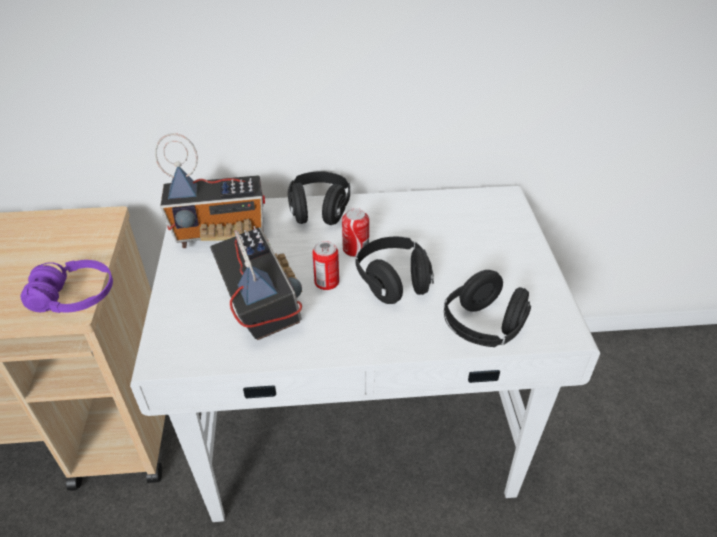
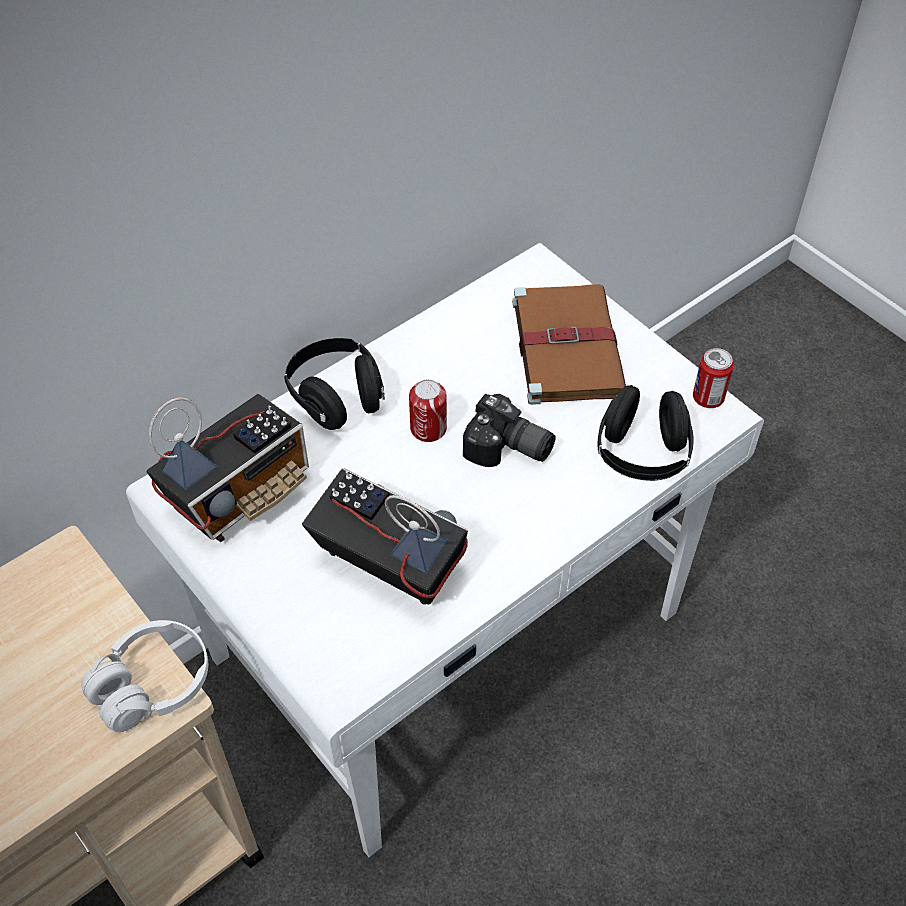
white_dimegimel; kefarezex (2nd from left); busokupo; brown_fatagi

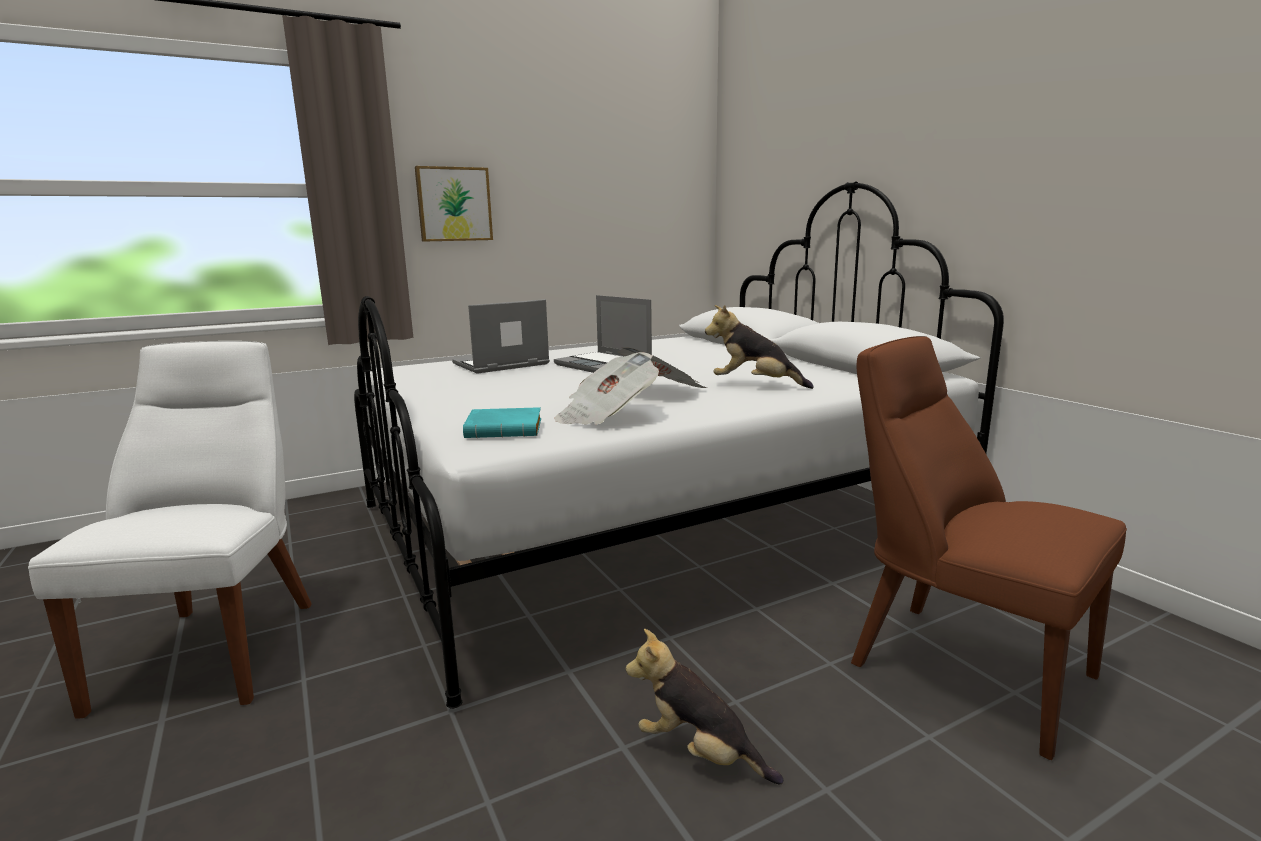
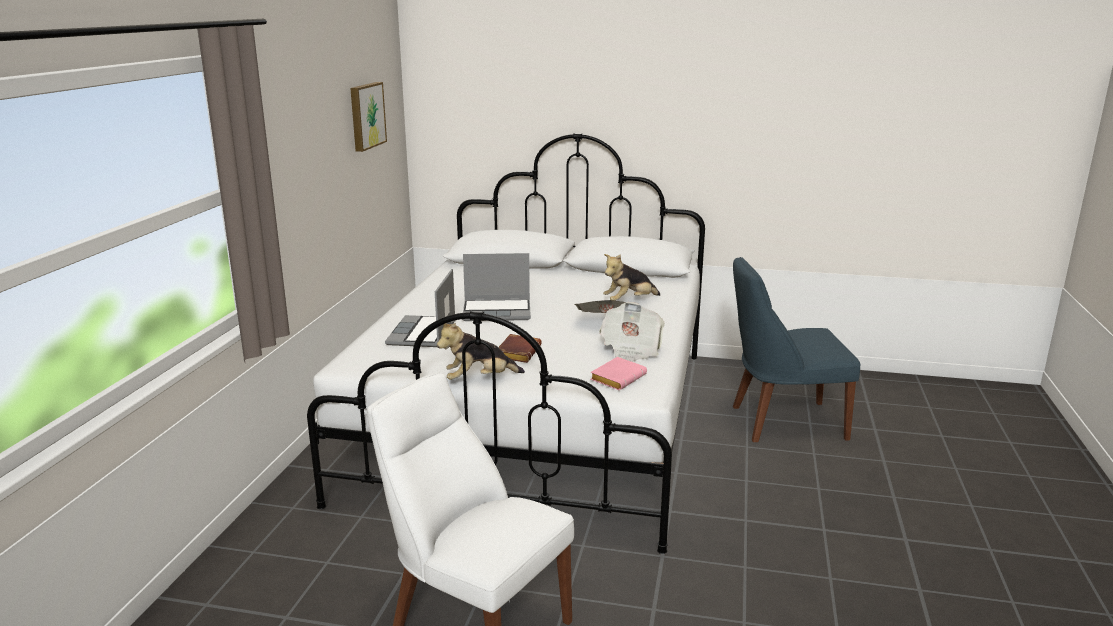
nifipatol; pink_fatagi; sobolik (1st from left); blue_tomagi; brown_fatagi

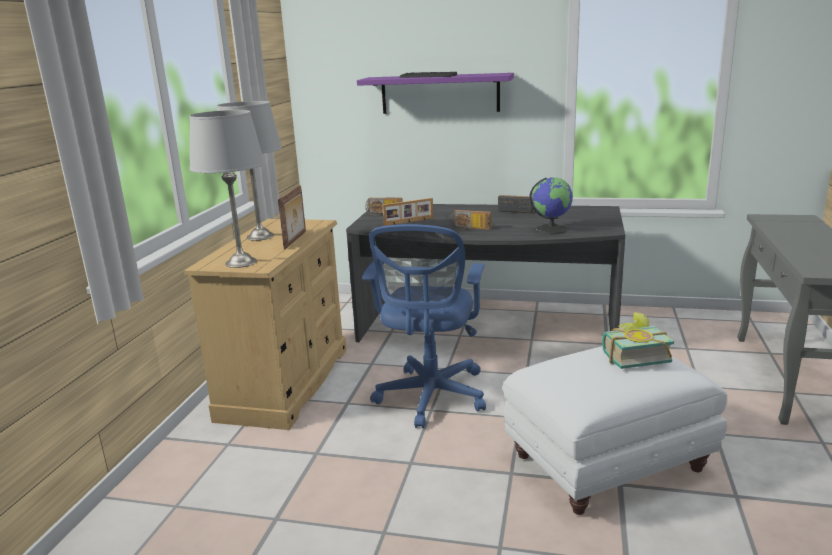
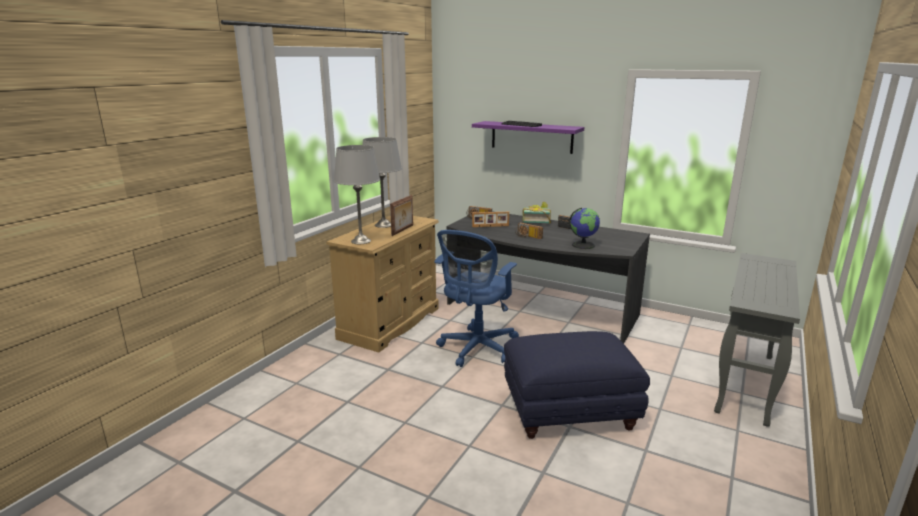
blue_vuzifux; fatagi

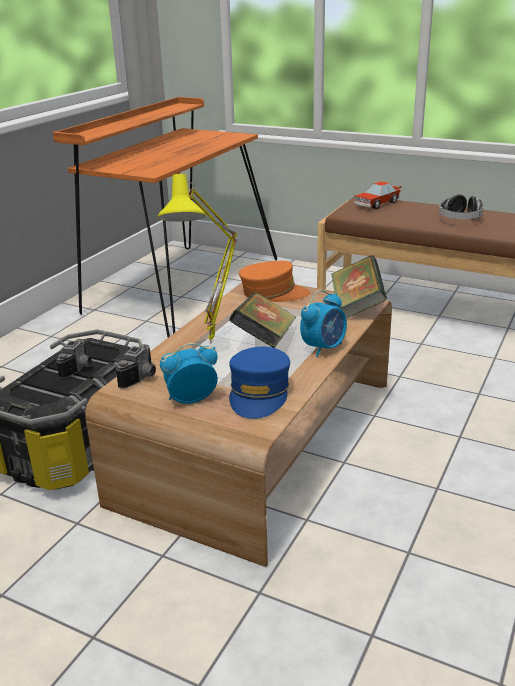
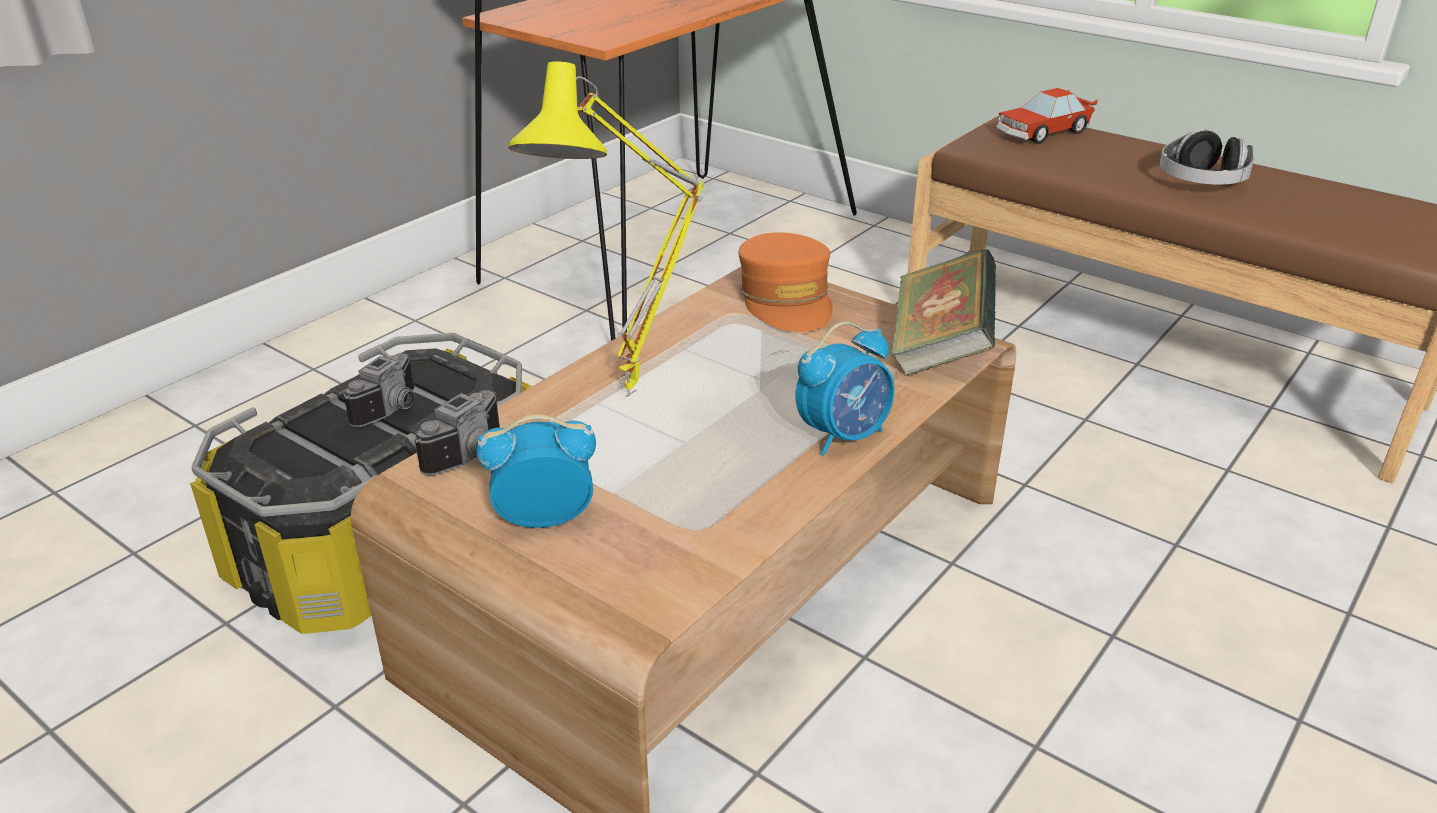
fatagi (1st from left in the first image); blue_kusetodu; orange_kusetodu

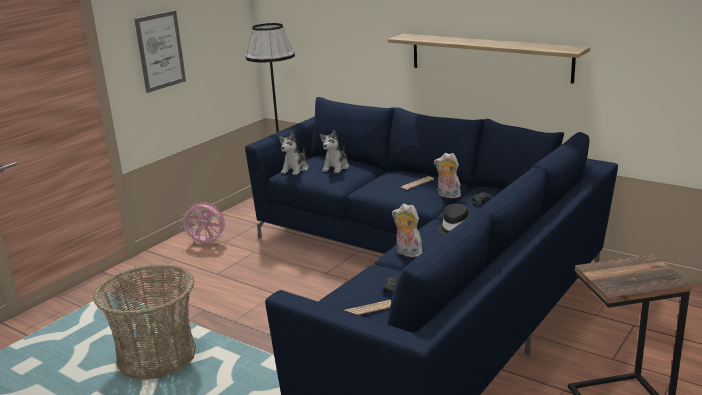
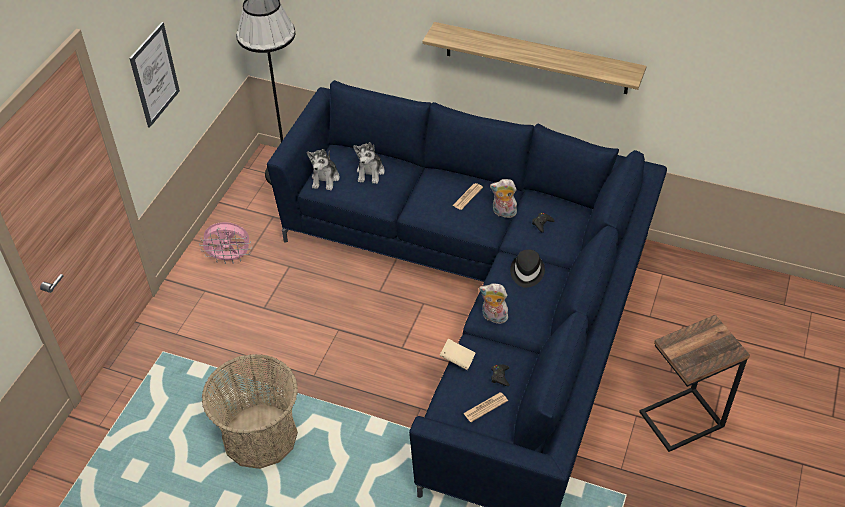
beige_fatagi

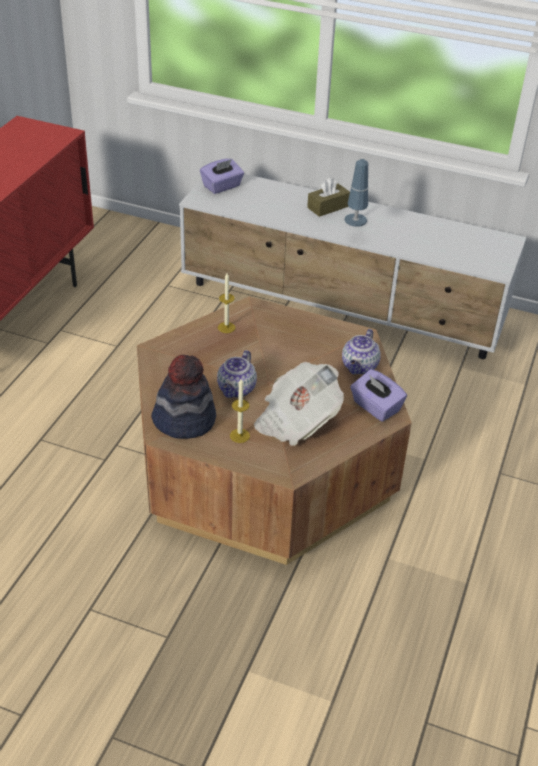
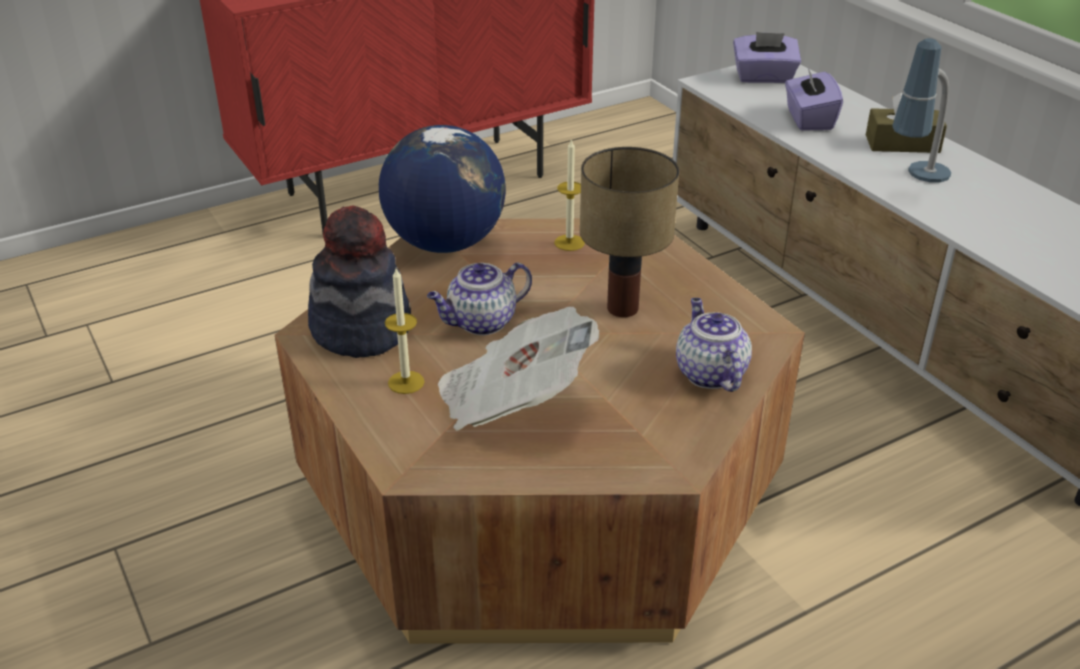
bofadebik (2nd from left); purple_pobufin (2nd from left); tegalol; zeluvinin (1st from left)

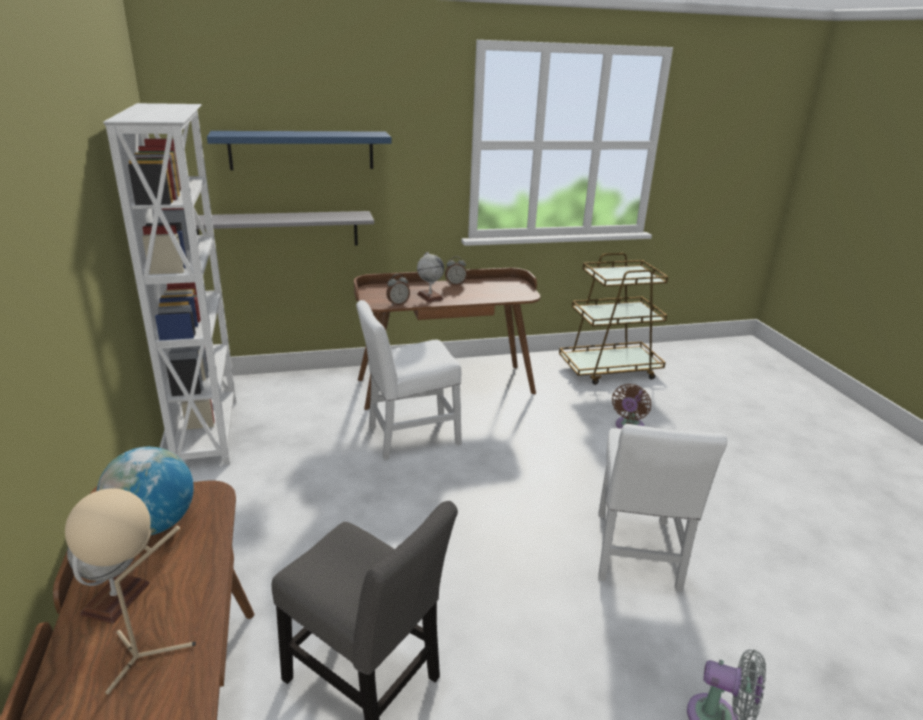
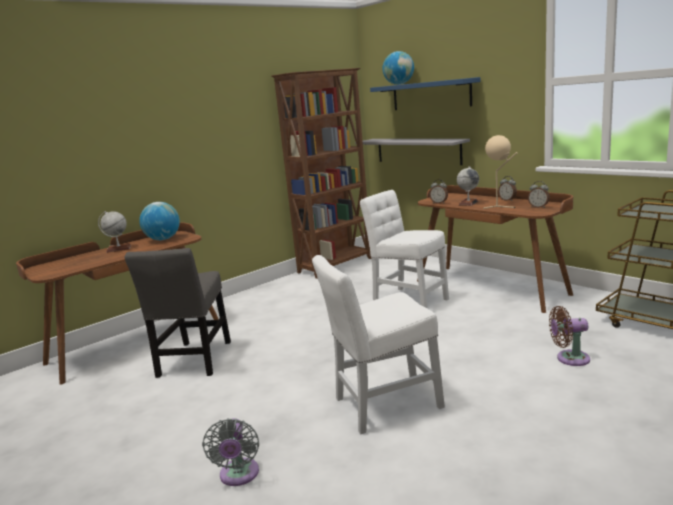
beige_zeluvinin; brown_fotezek; tegalol (3rd from left); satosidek (3rd from left)

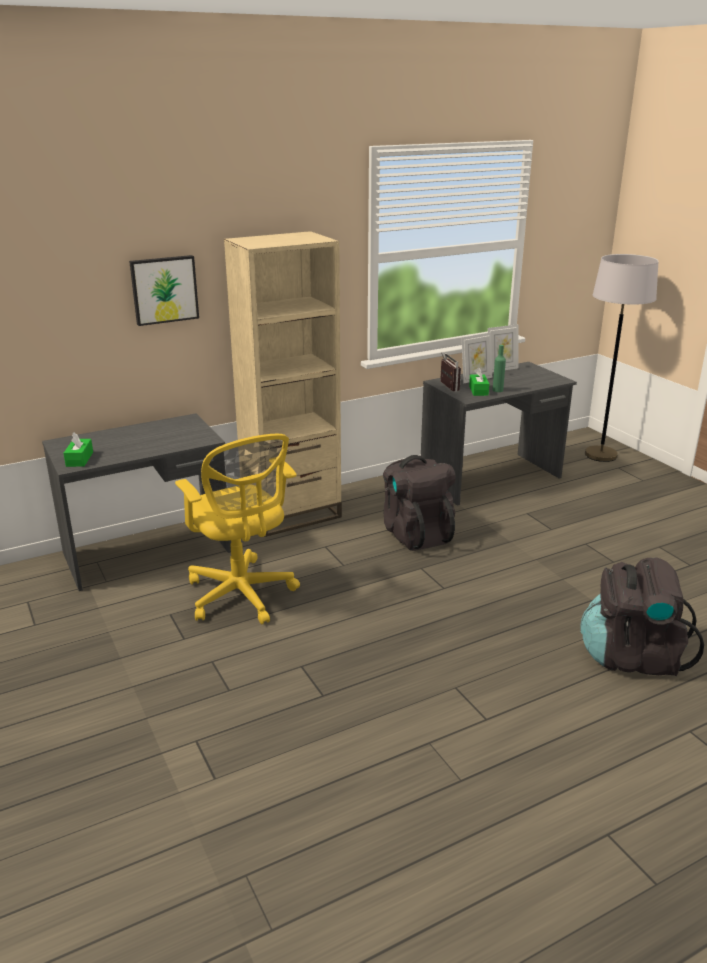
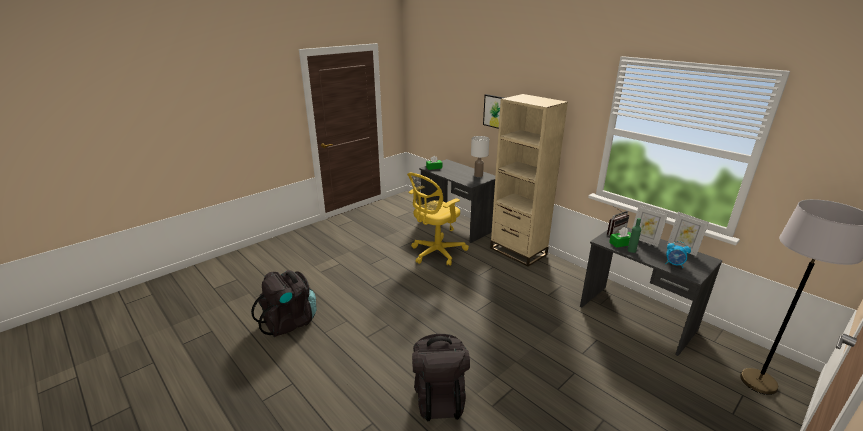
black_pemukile (1st from left); white_zeluvinin; satosidek

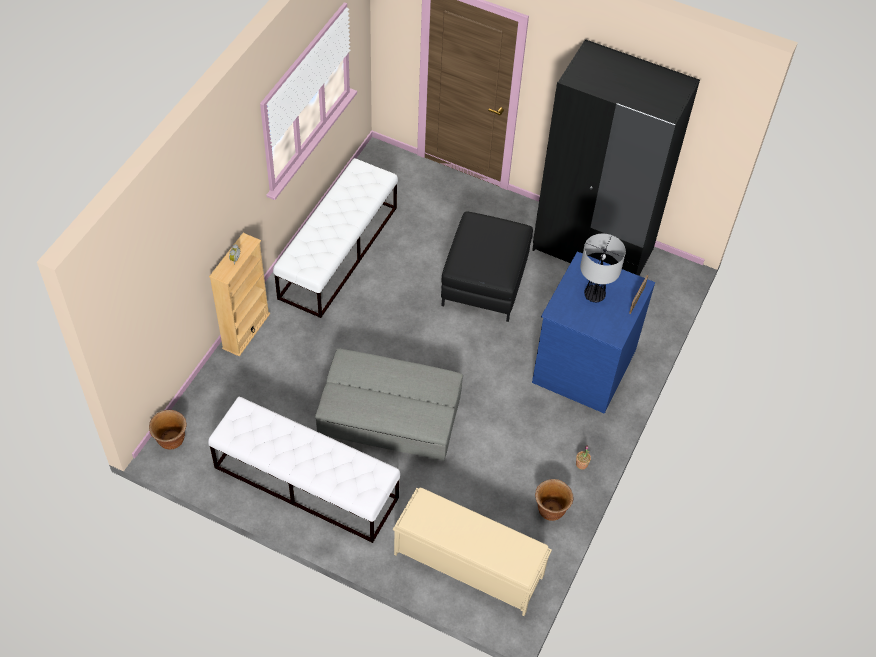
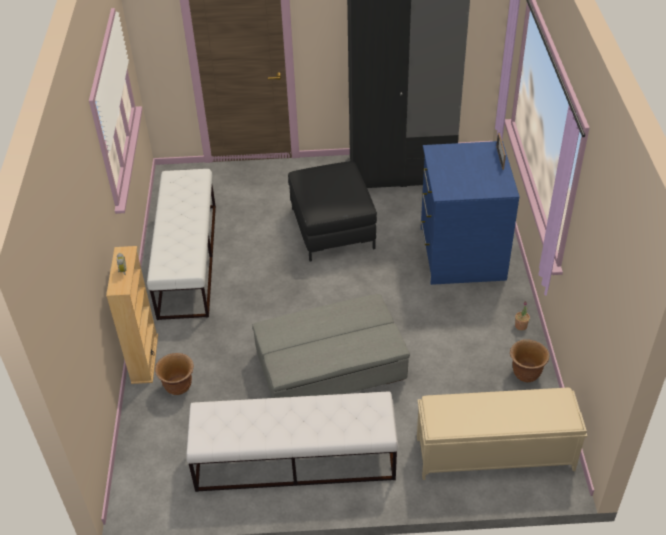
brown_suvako (1st from left); zeluvinin

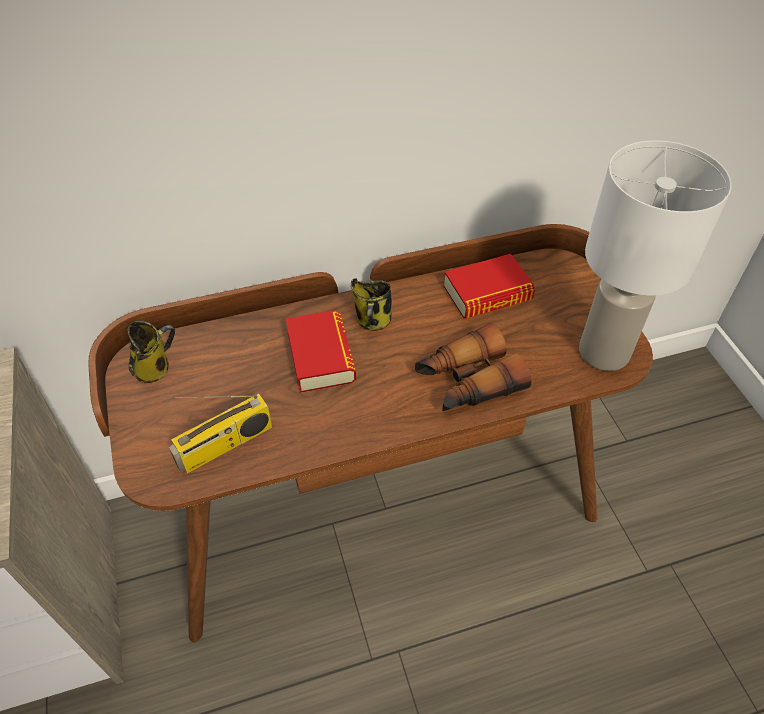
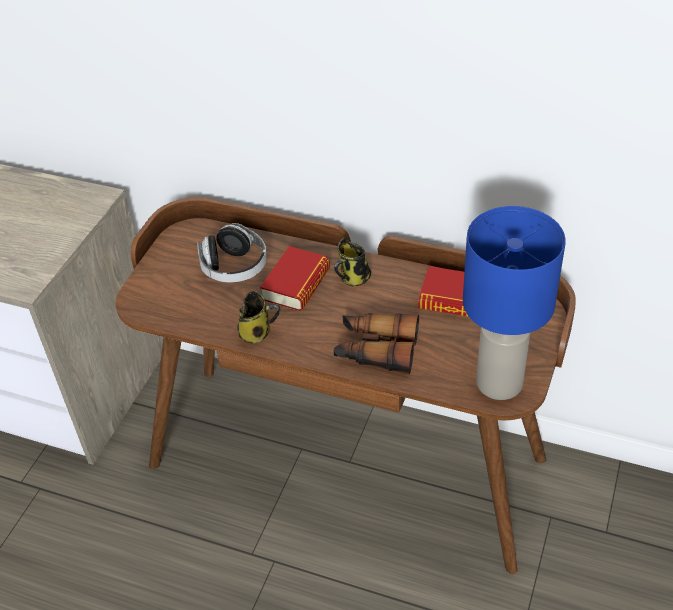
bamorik (1st from left); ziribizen; blue_zeluvinin; dimegimel

